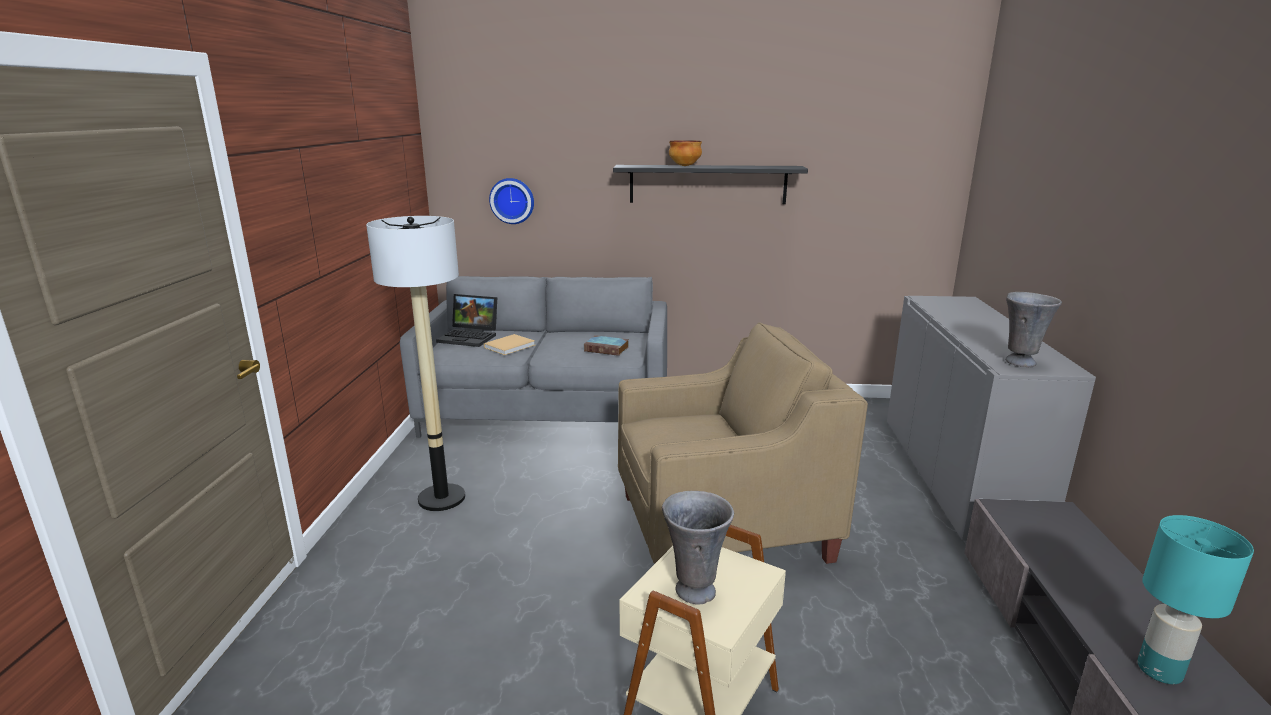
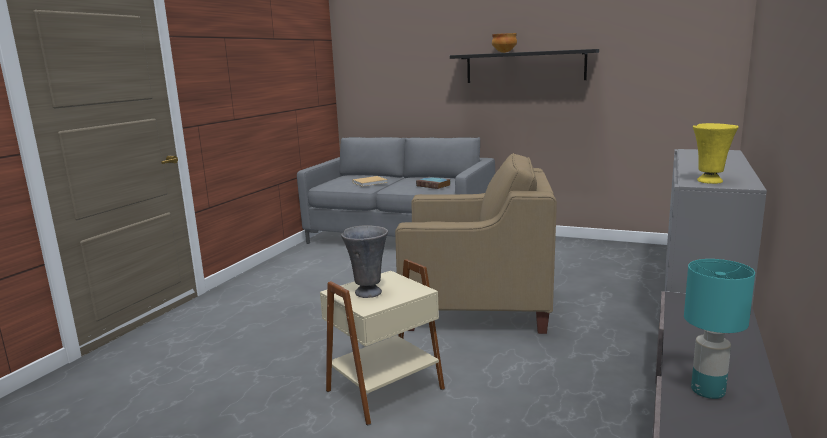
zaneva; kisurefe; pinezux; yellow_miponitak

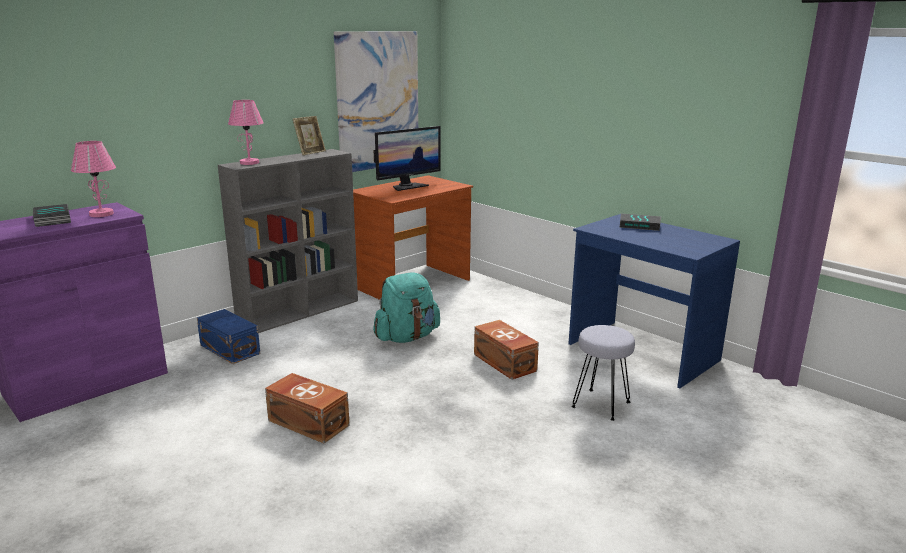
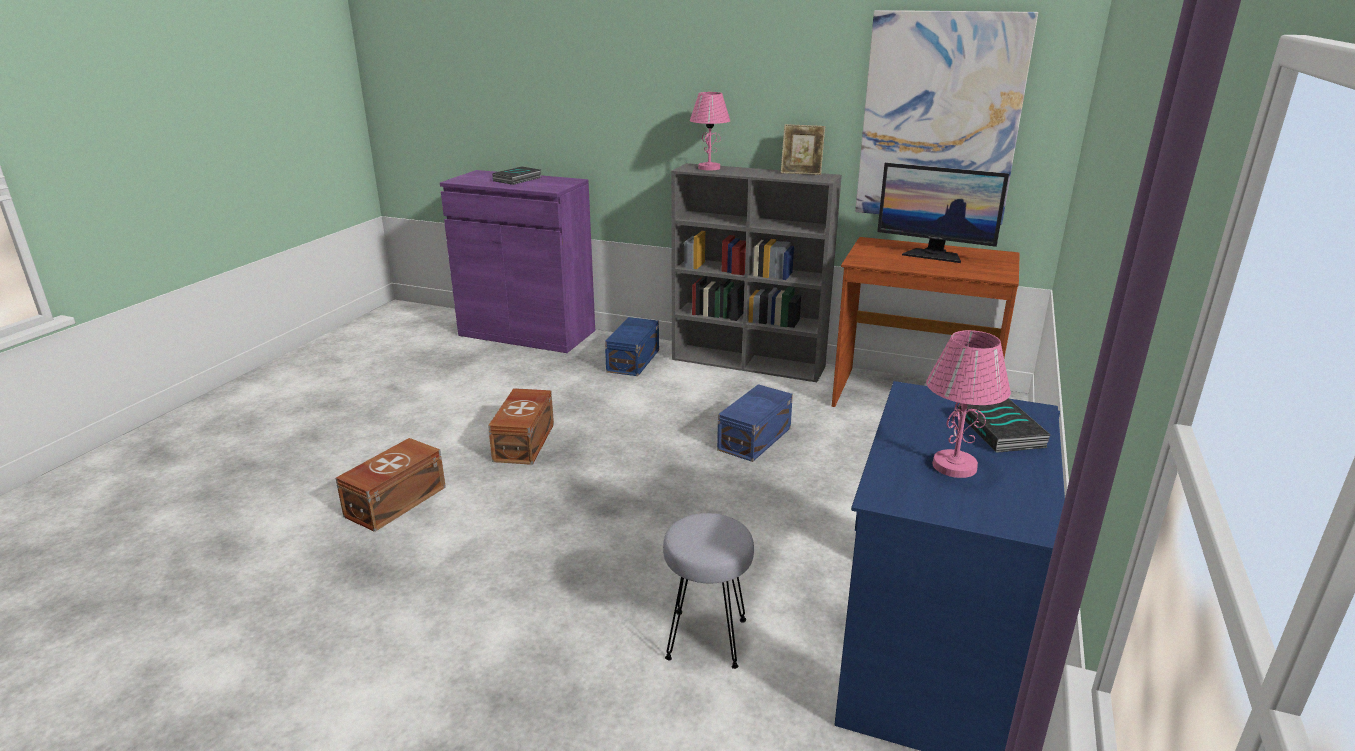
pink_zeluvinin (2nd from left); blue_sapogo (2nd from left); brown_sapogo (1st from left)

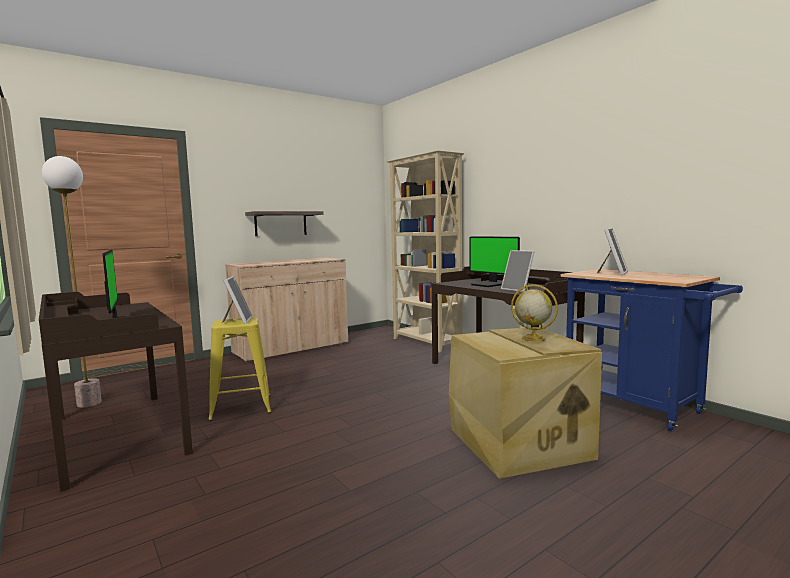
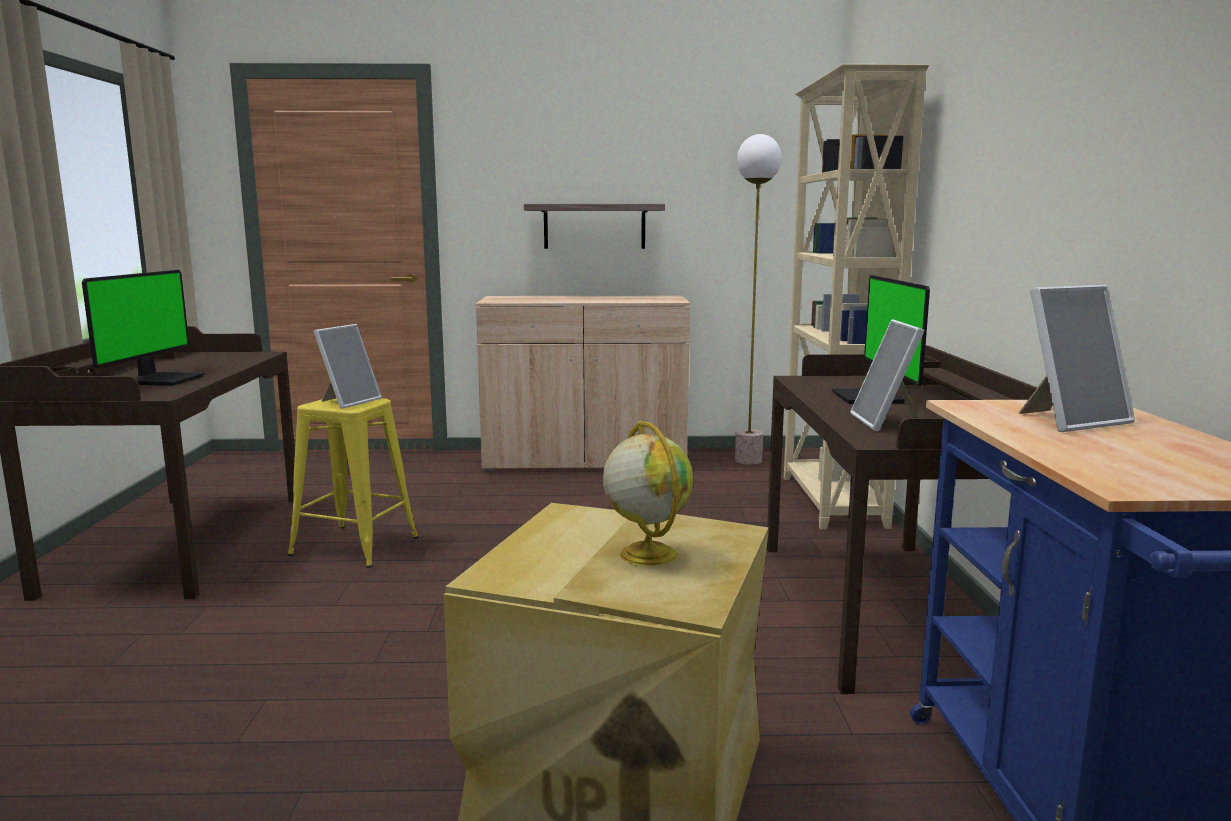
zaneva

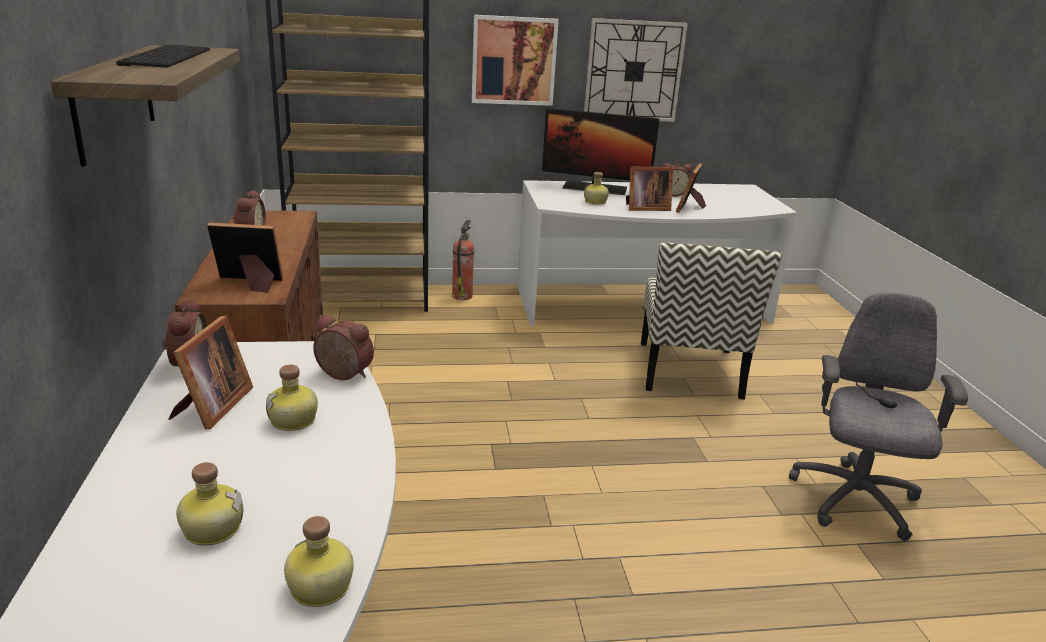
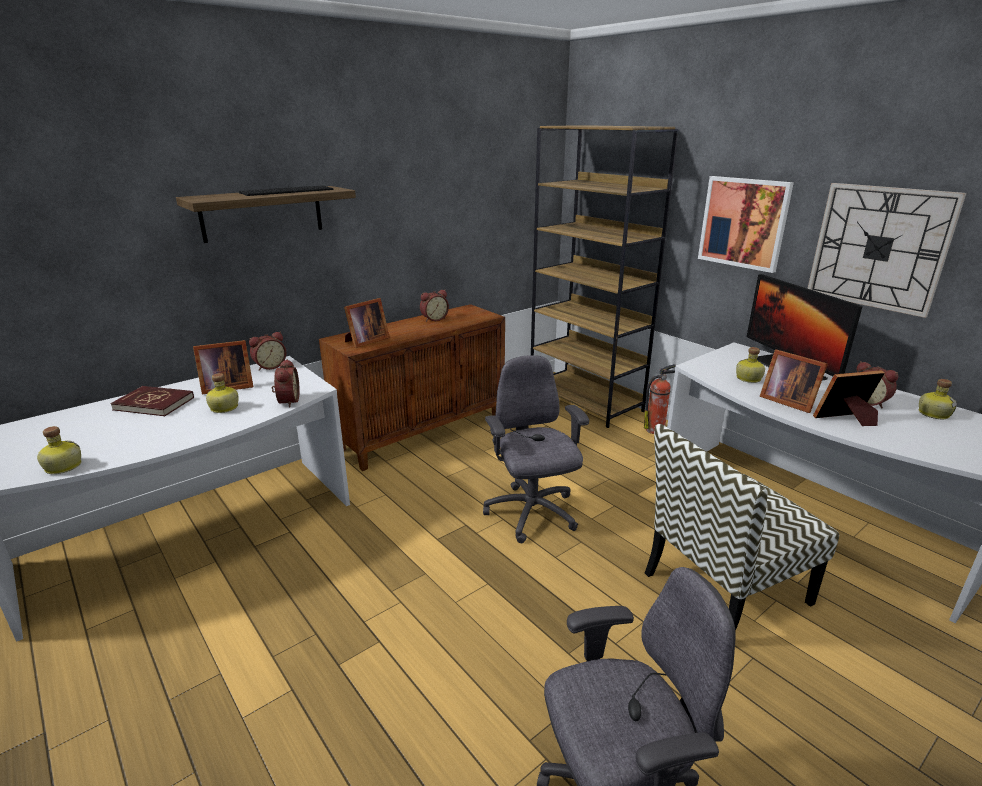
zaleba (4th from left); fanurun (2nd from left); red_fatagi; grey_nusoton (1st from left)

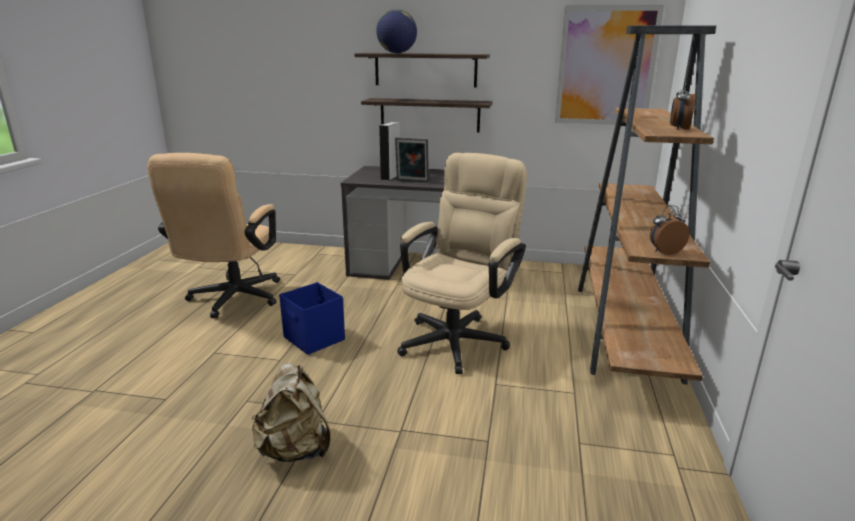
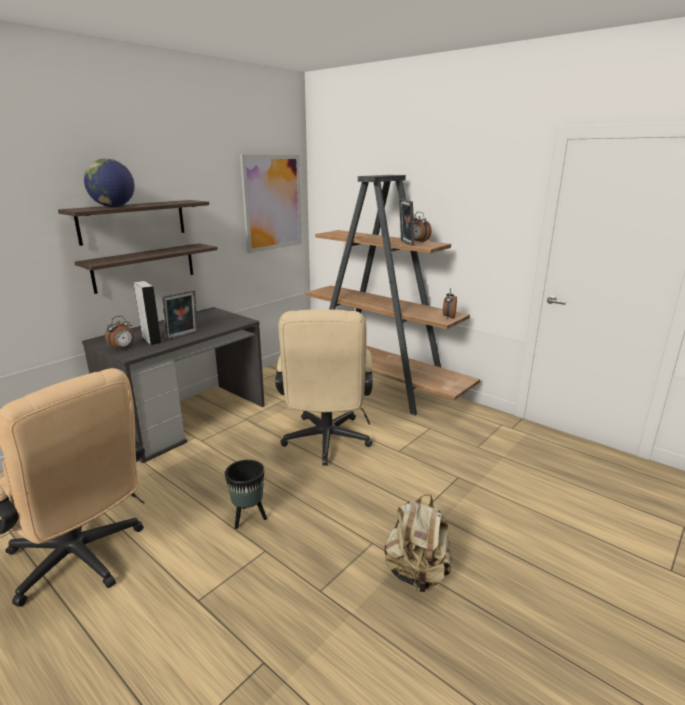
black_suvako; beige_nusoton (2nd from left); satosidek (1st from left); fanurun (2nd from left)

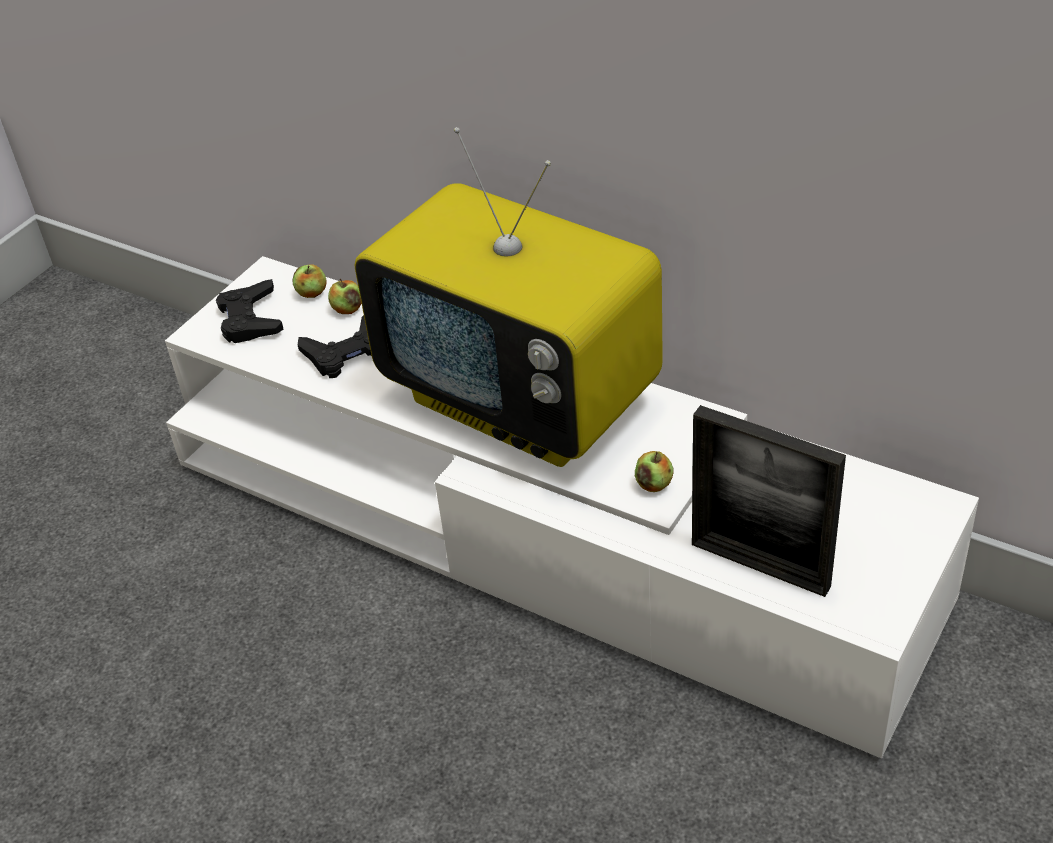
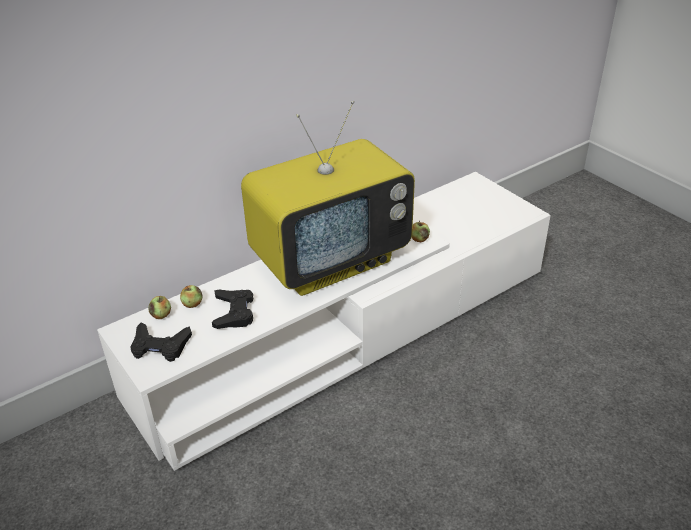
fanurun

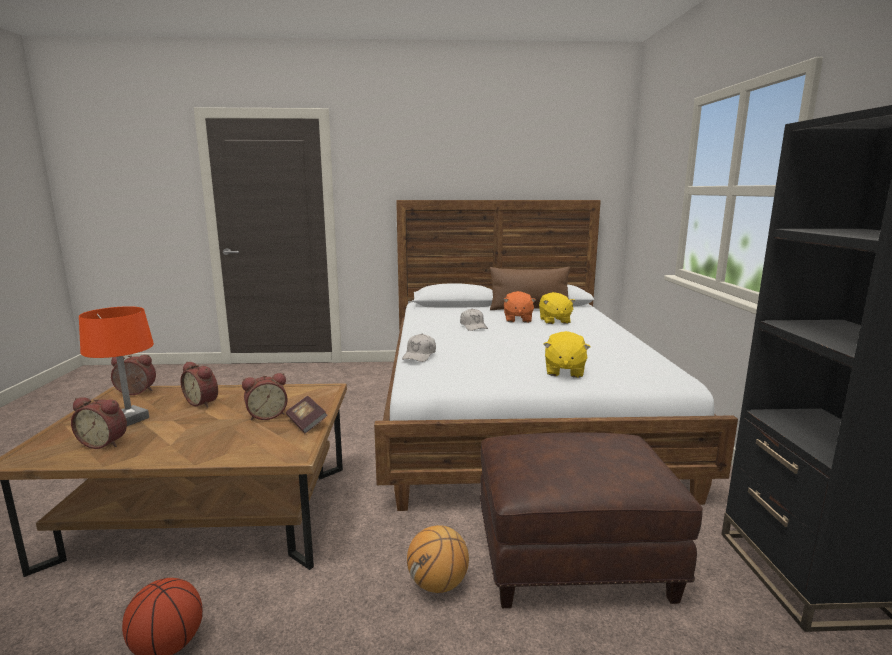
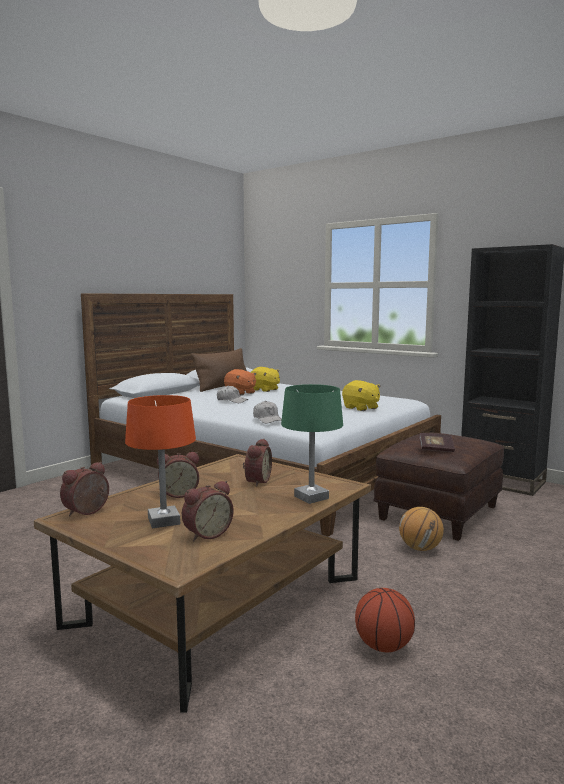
fatagi; green_zeluvinin

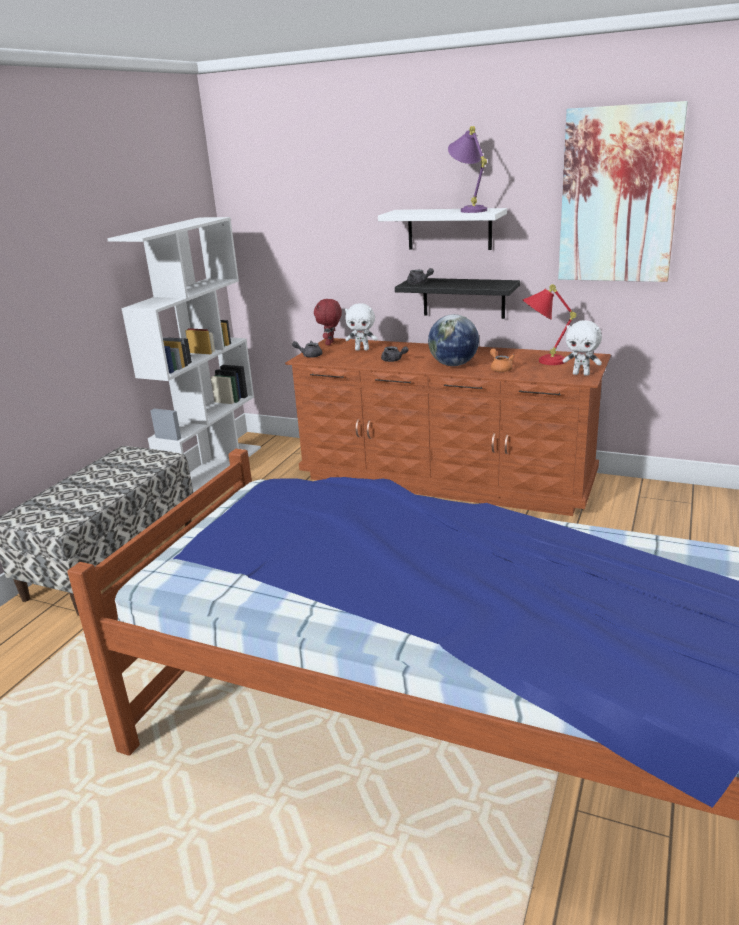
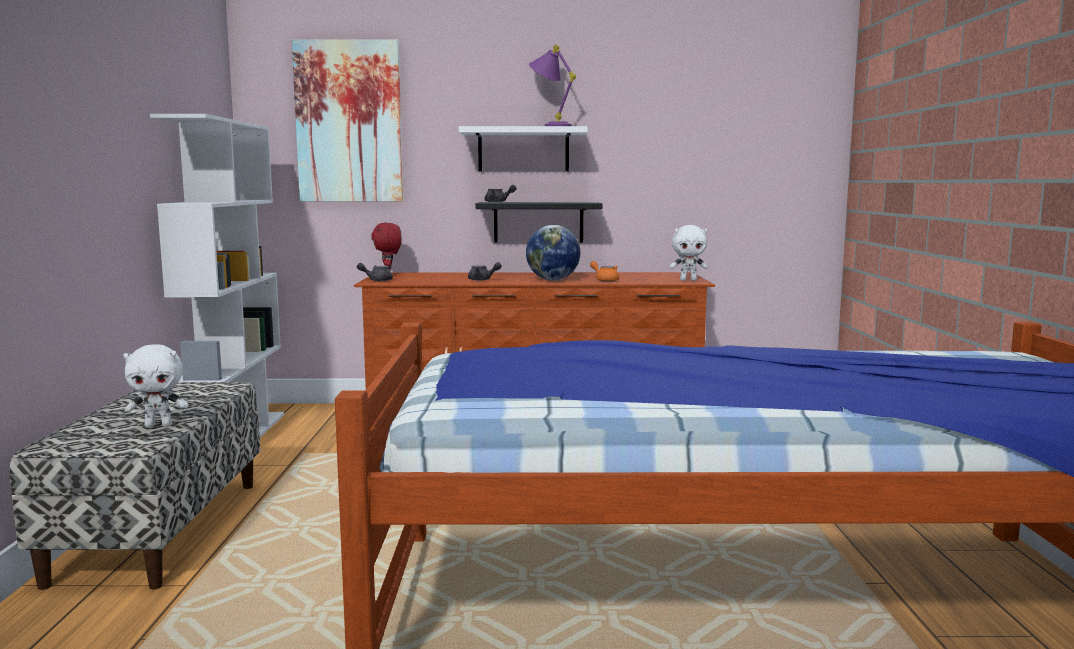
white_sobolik (1st from left); red_zeluvinin; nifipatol

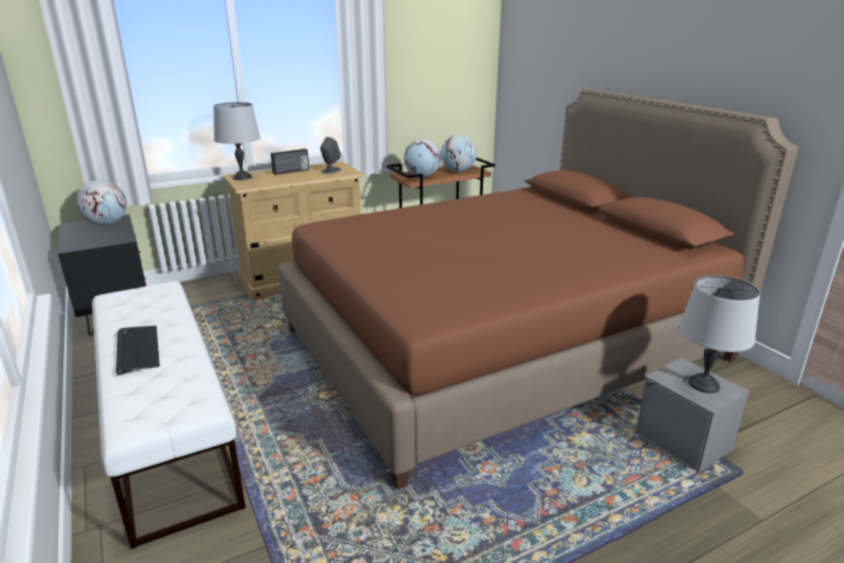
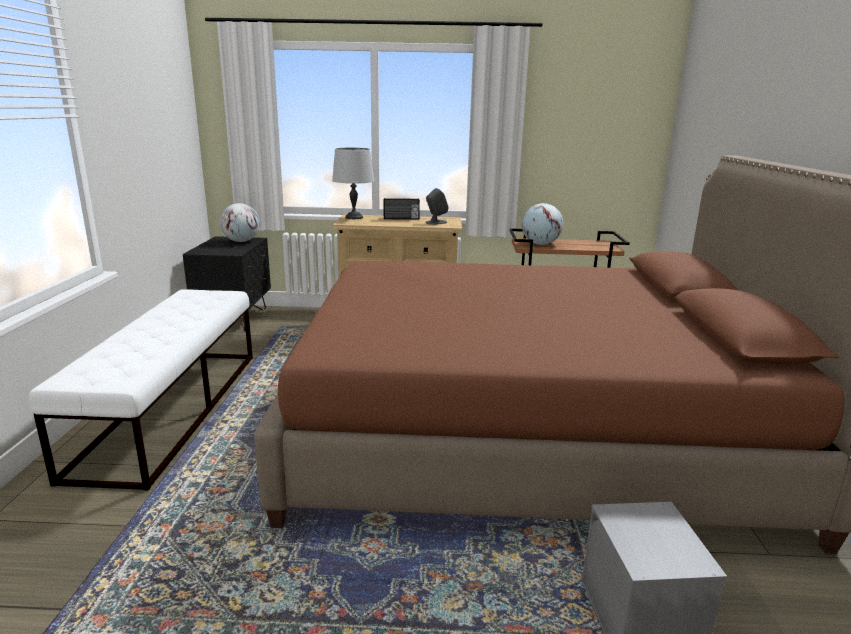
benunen; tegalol (3rd from left in the first image); grey_zeluvinin (2nd from left in the first image)

